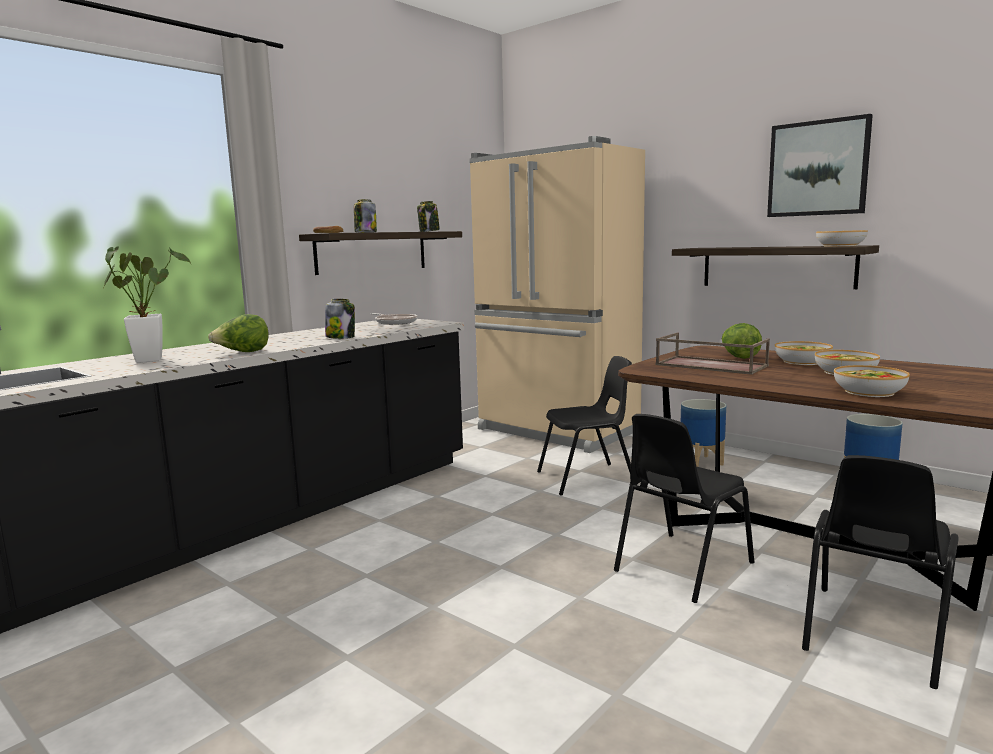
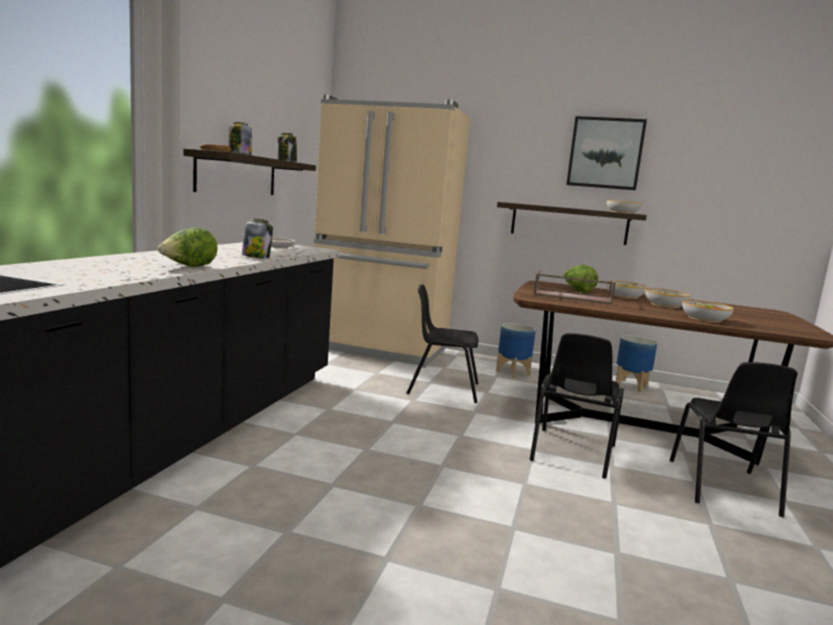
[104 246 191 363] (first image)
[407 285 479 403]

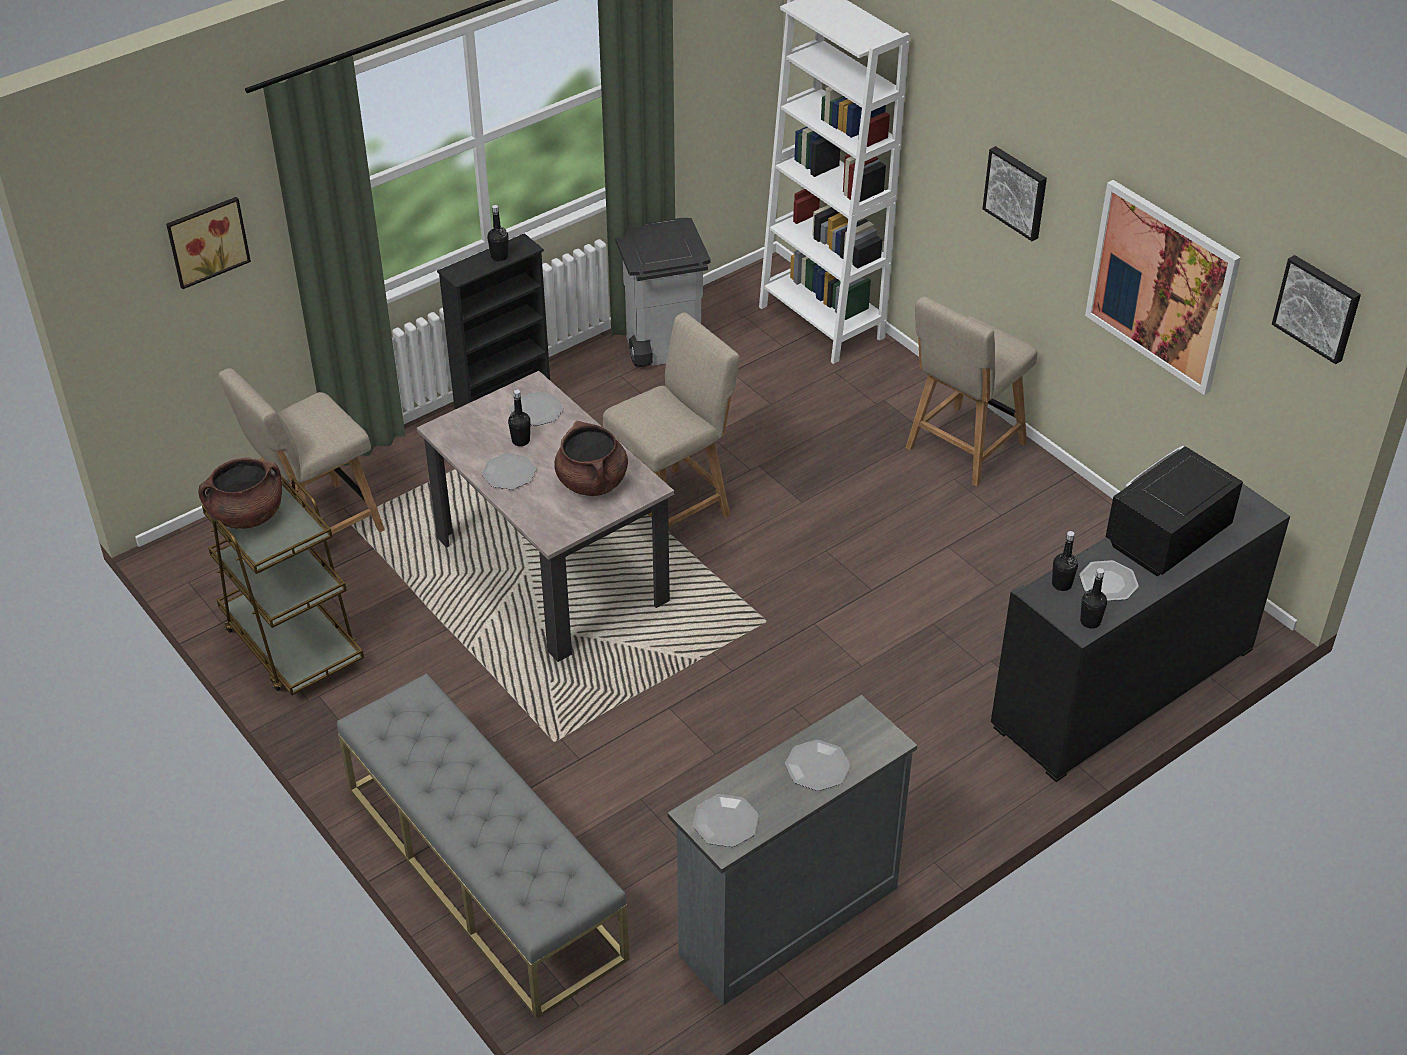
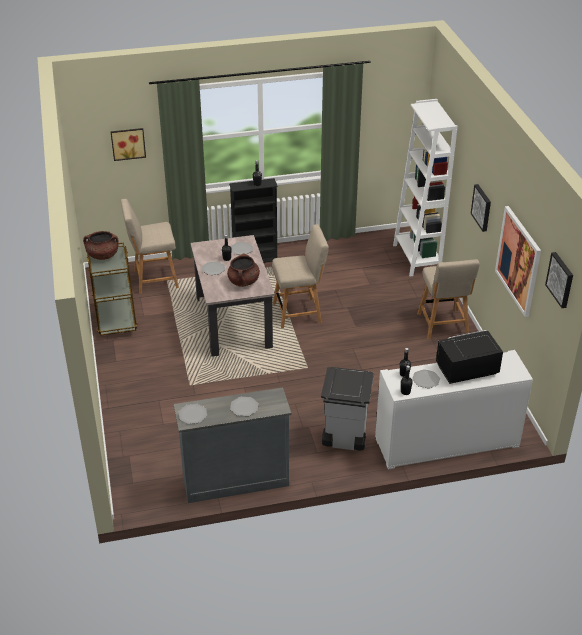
[337 673 629 1019] (first image)
[321 367 374 451]
[417 259 480 339]
[375 350 533 469]

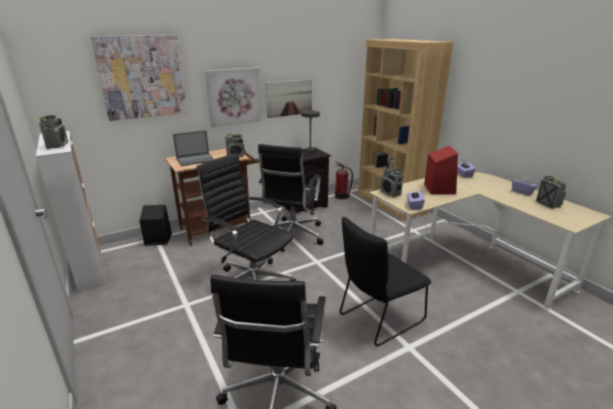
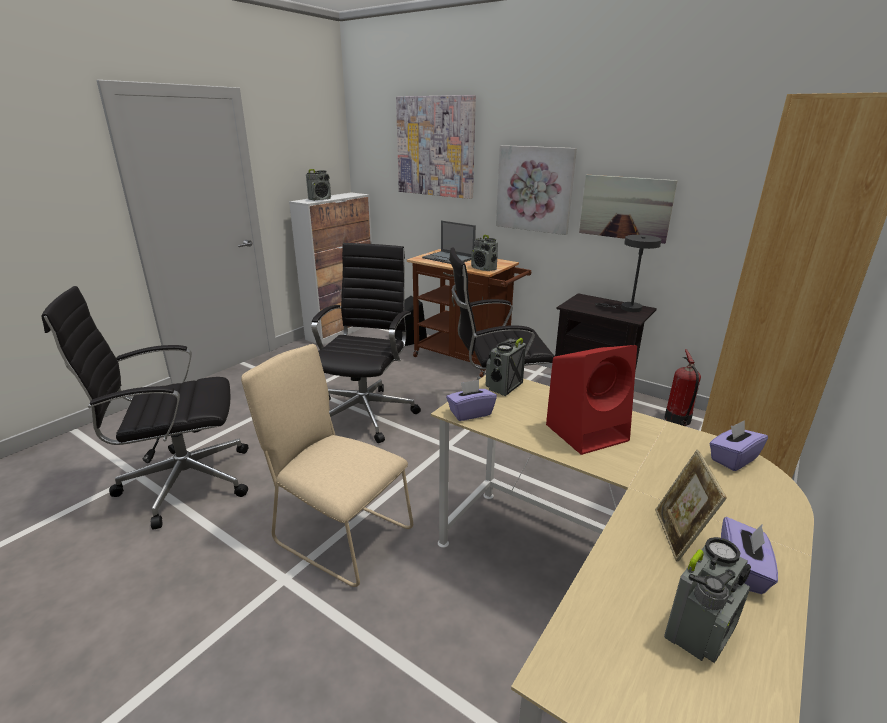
[241 344 413 587]
[655 450 727 561]

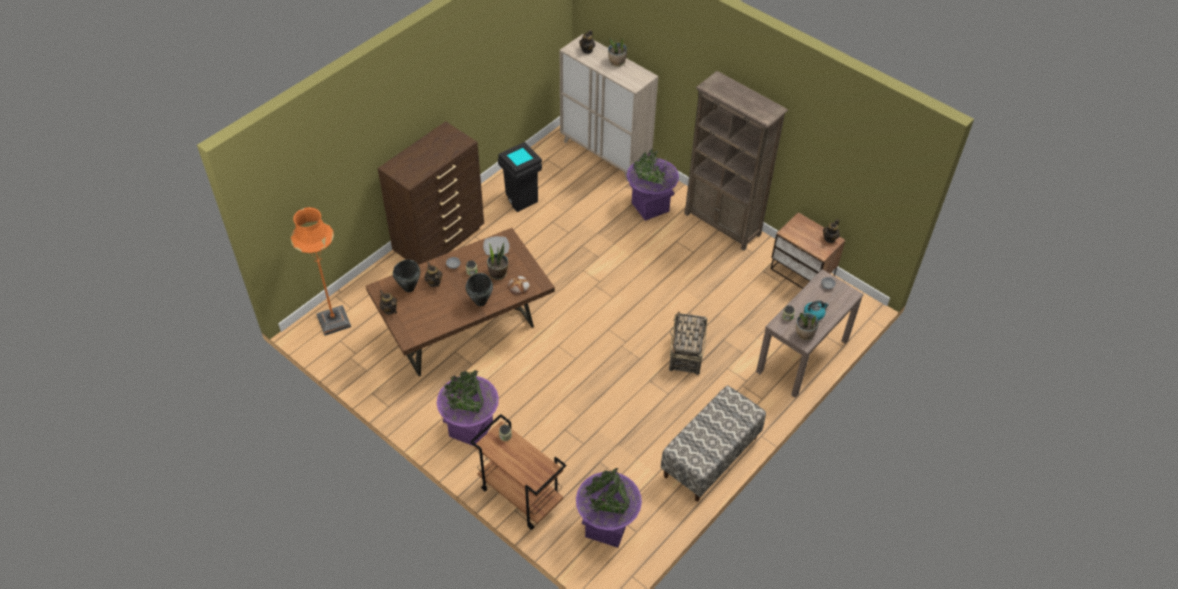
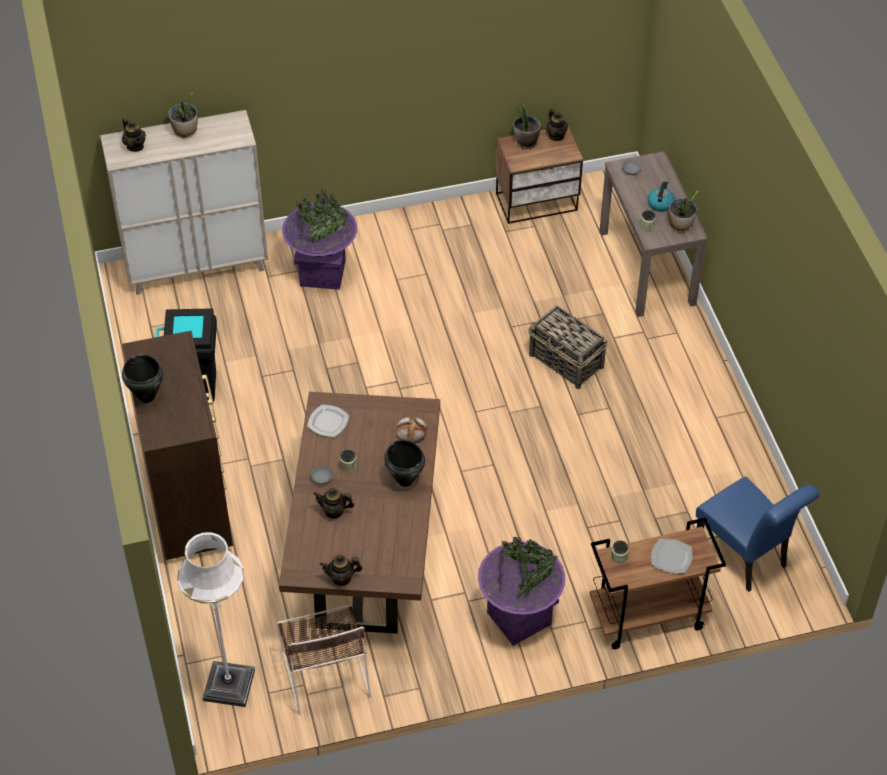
[177 532 255 707]
[122 354 163 403]
[514 99 541 149]
[696 476 819 592]
[661 385 766 501] (first image)
[684 71 788 251] (first image)
[277 605 371 714]
[651 539 692 573]

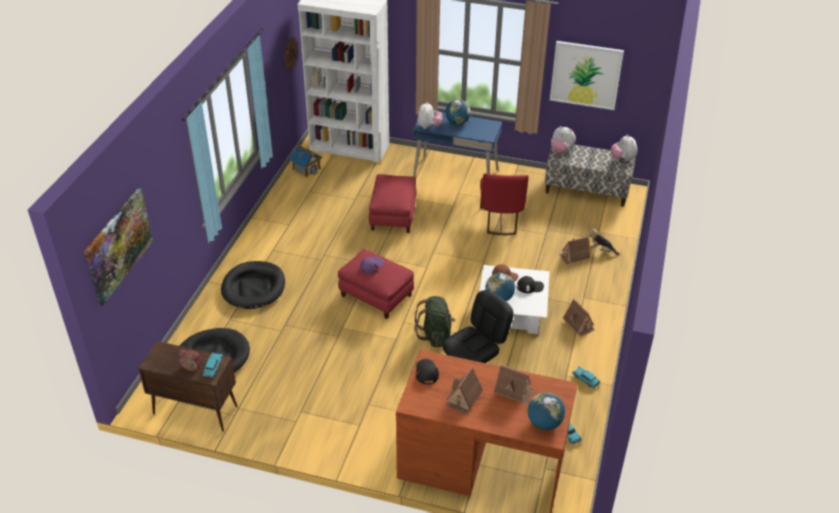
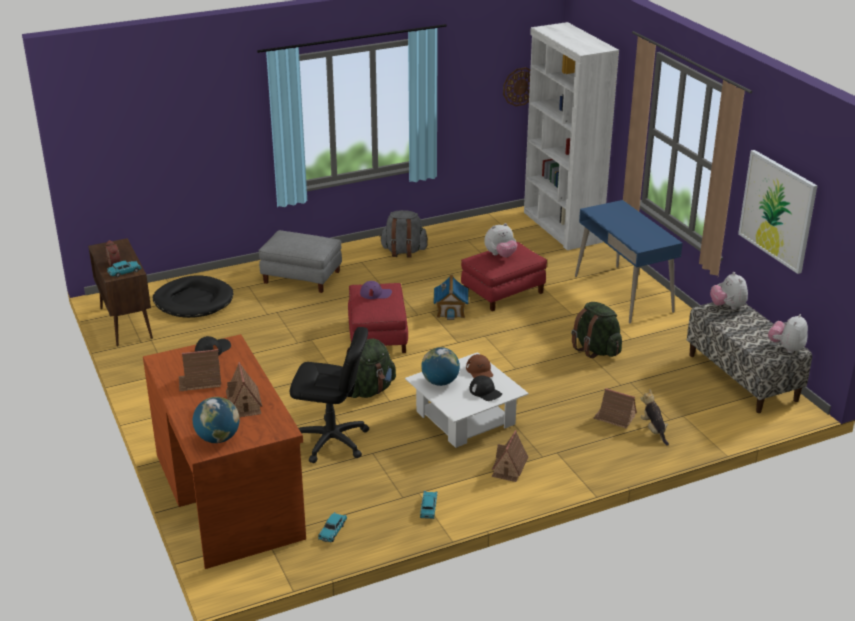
[84 188 153 306] (first image)
[258 230 342 293]
[433 275 469 320]
[484 223 517 257]
[445 99 471 125] (first image)
[571 302 622 358]
[380 210 428 258]

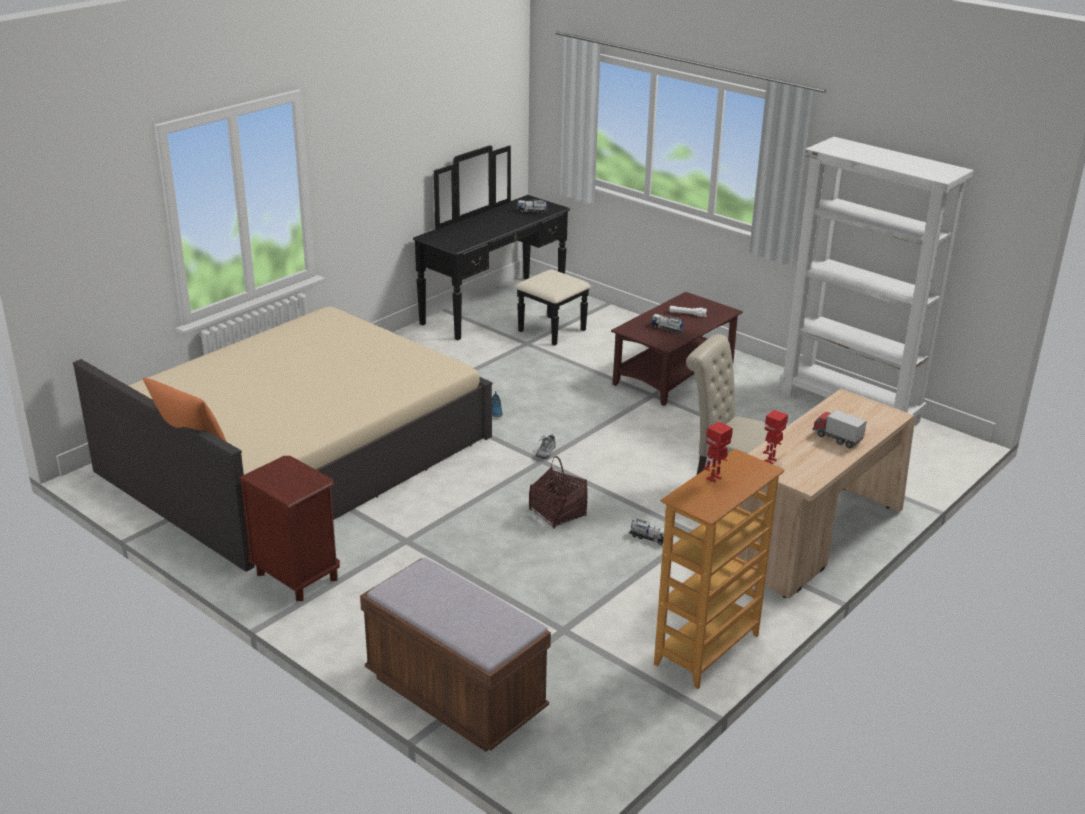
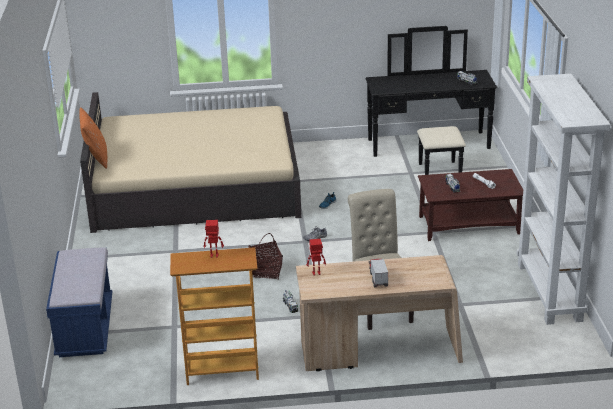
[239 456 340 601] (first image)
[46 248 113 357]

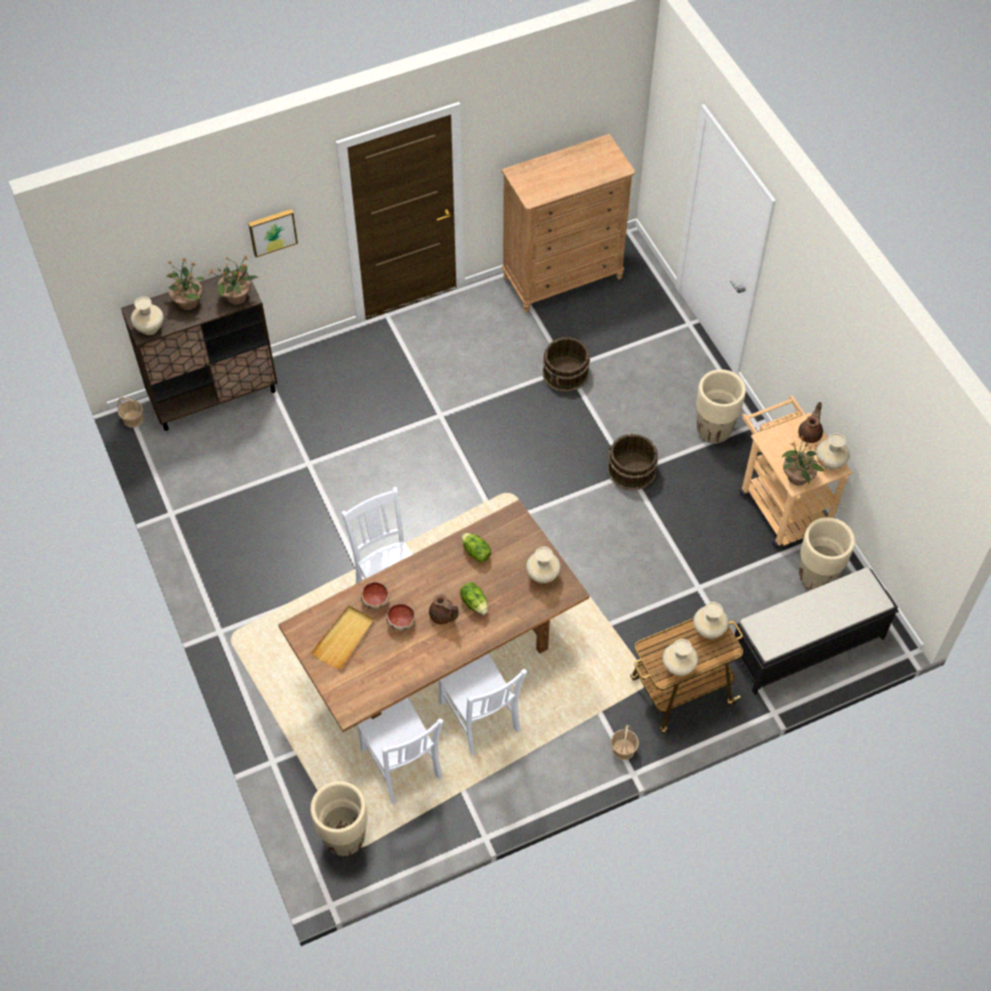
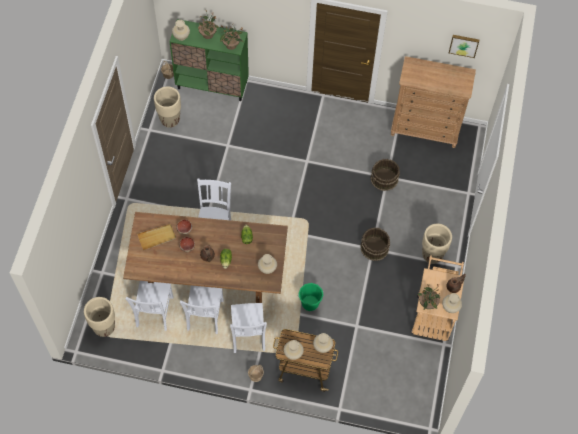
[169 19 249 101]
[449 35 479 58]
[731 567 899 695] (first image)
[154 86 181 128]
[230 303 267 353]
[298 283 323 311]

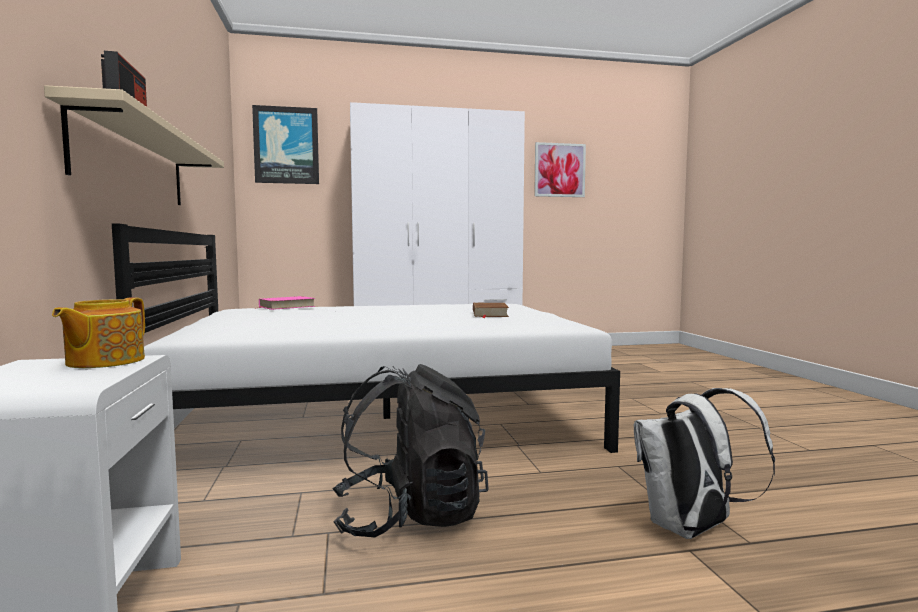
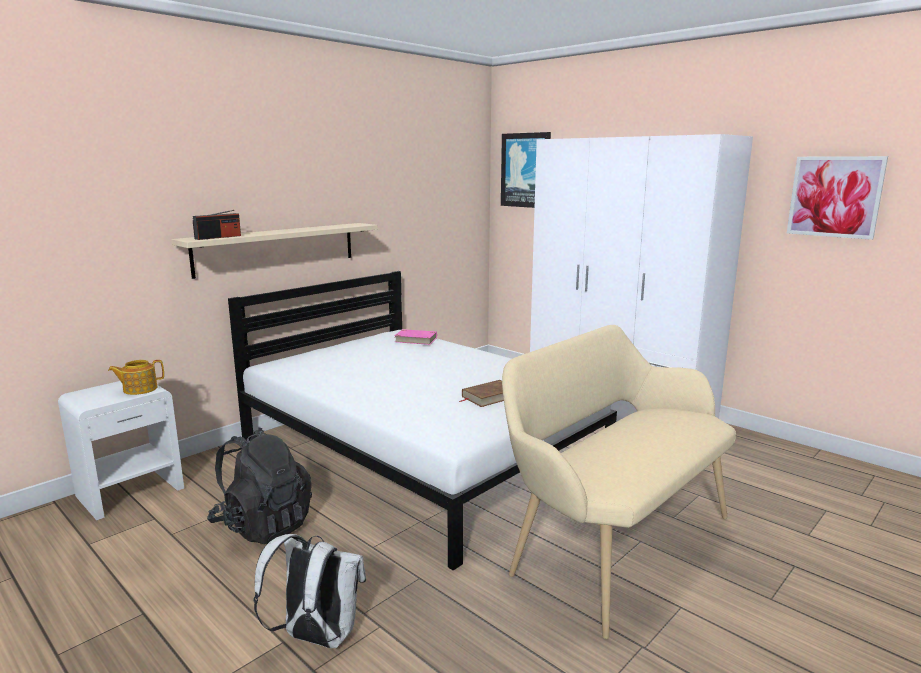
[502 325 736 639]

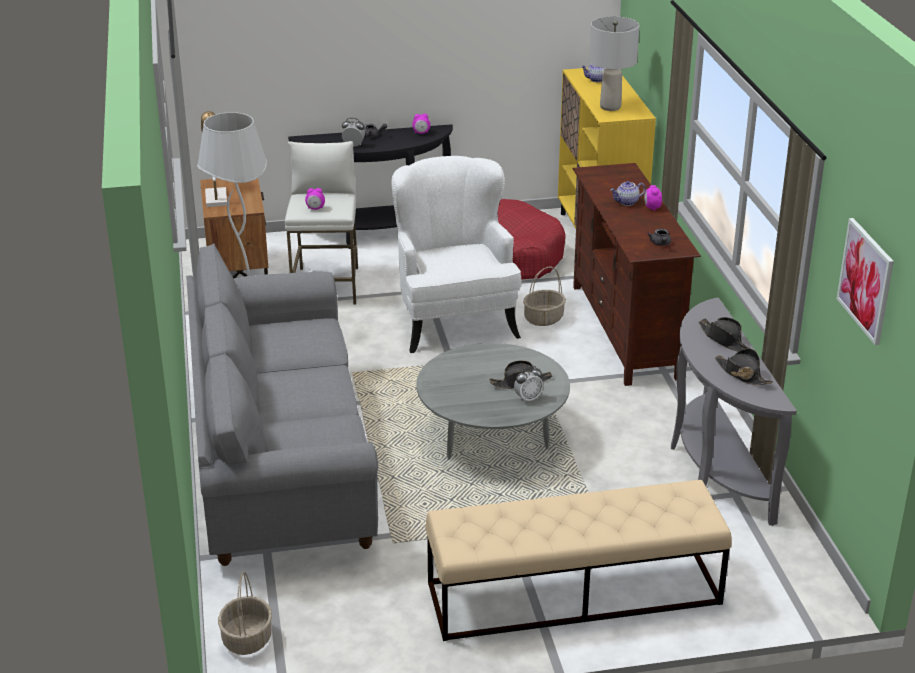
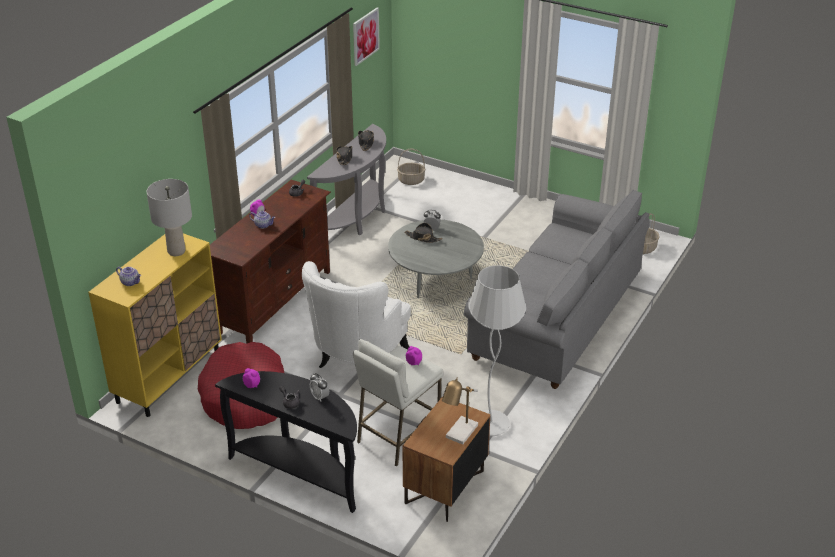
[425 480 732 641] (first image)
[397 149 426 185]

